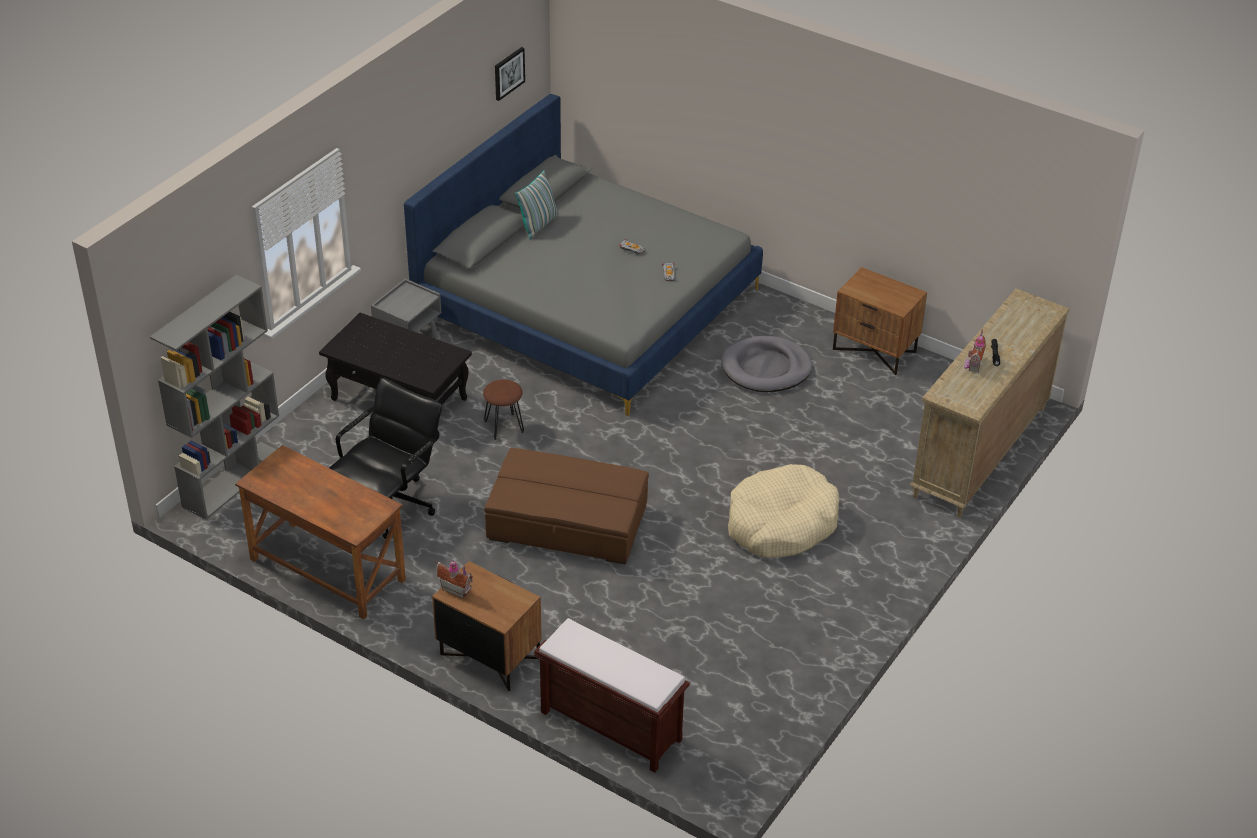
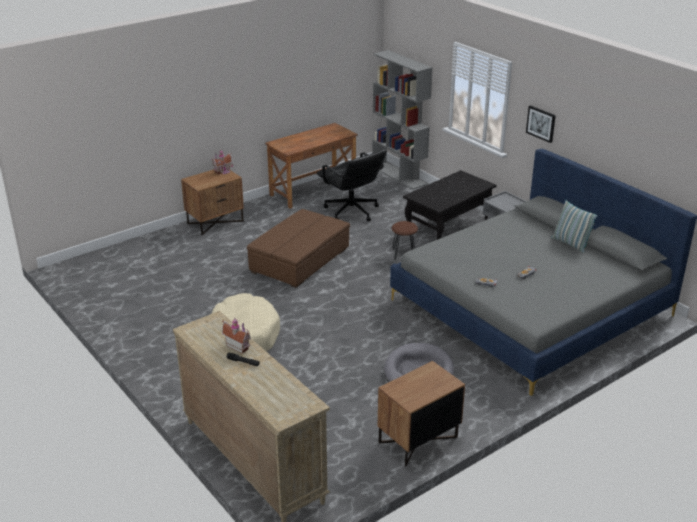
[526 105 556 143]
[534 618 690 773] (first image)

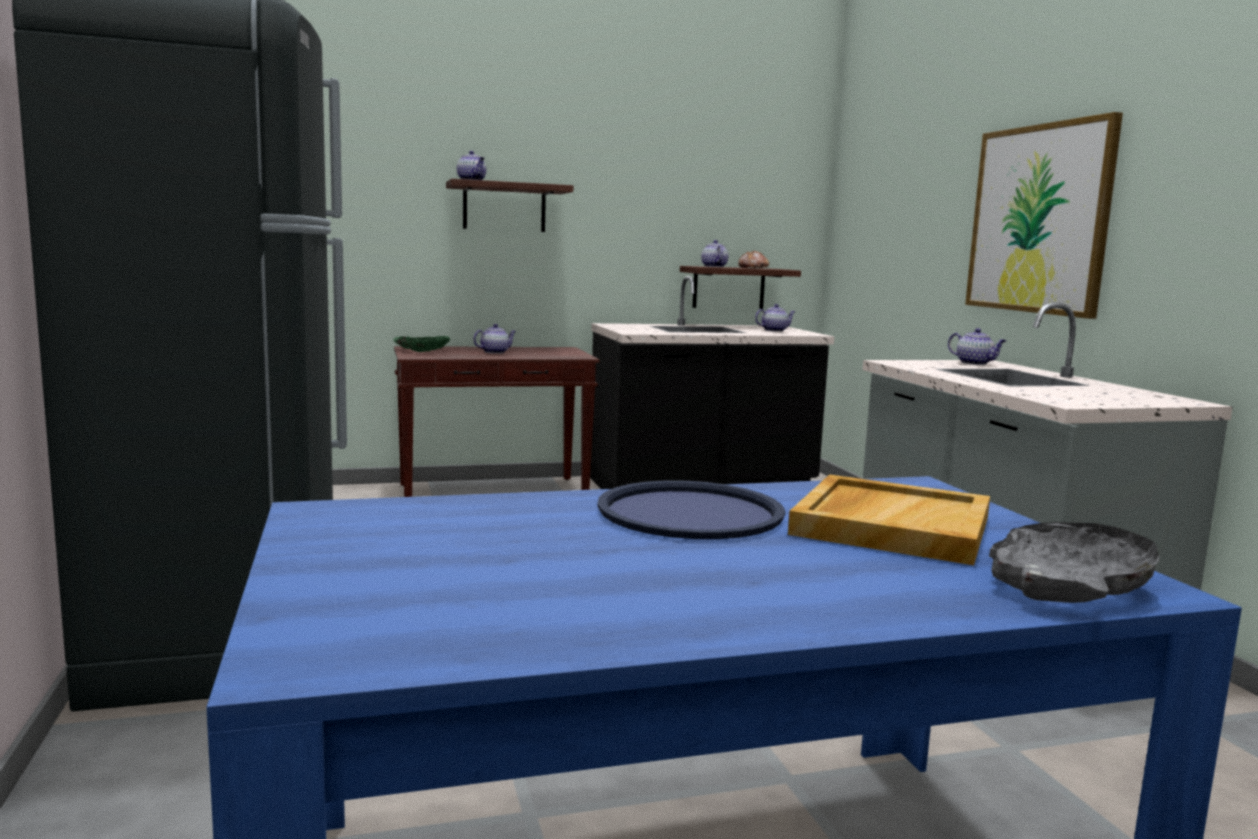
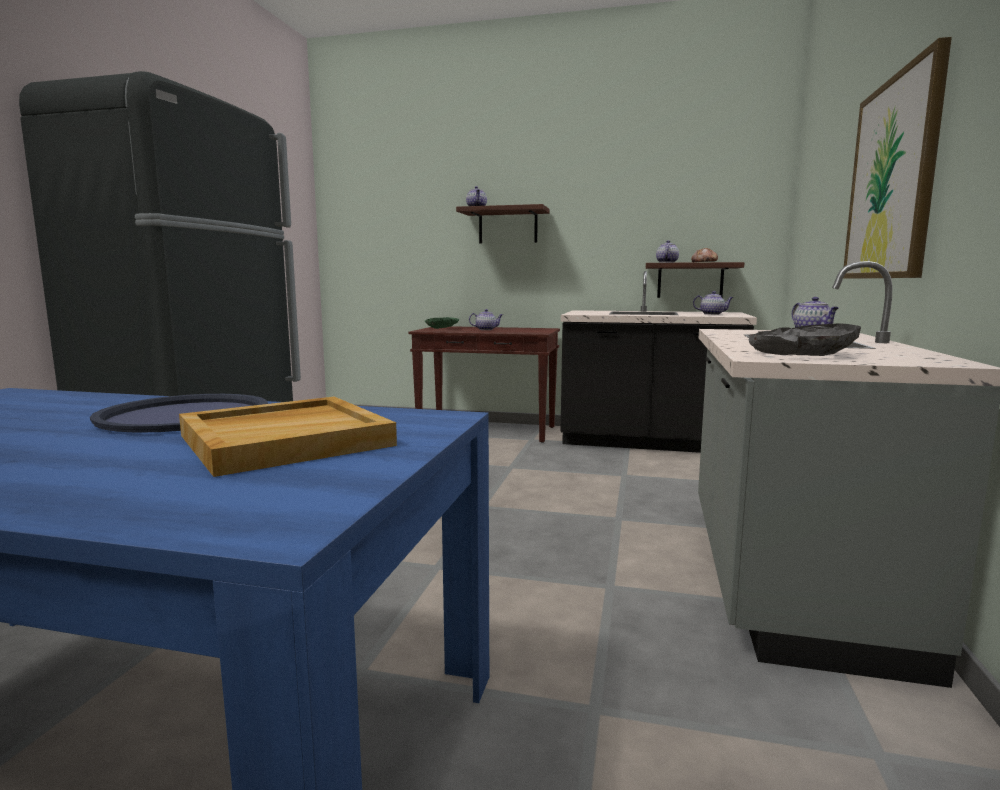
[749 323 861 356]

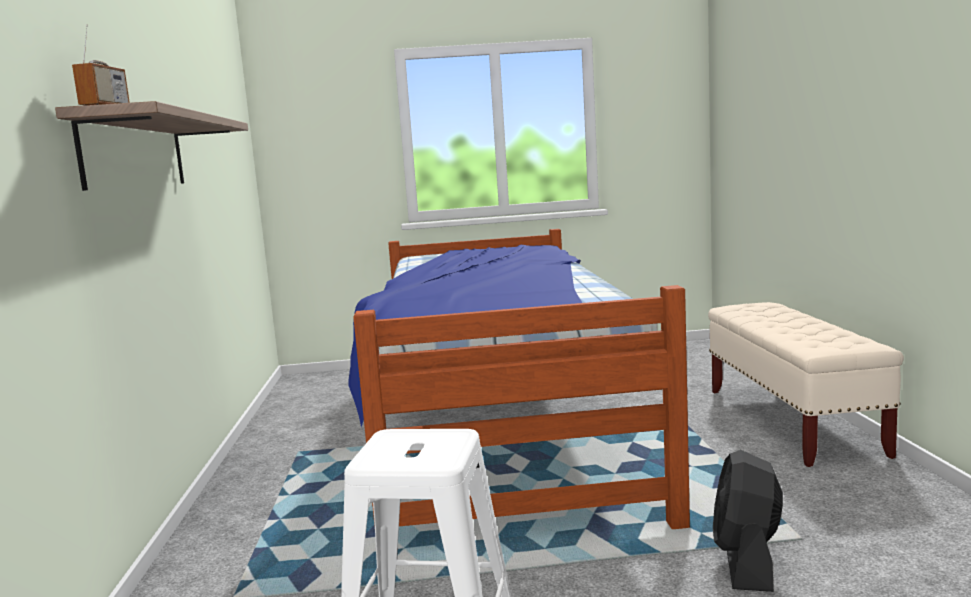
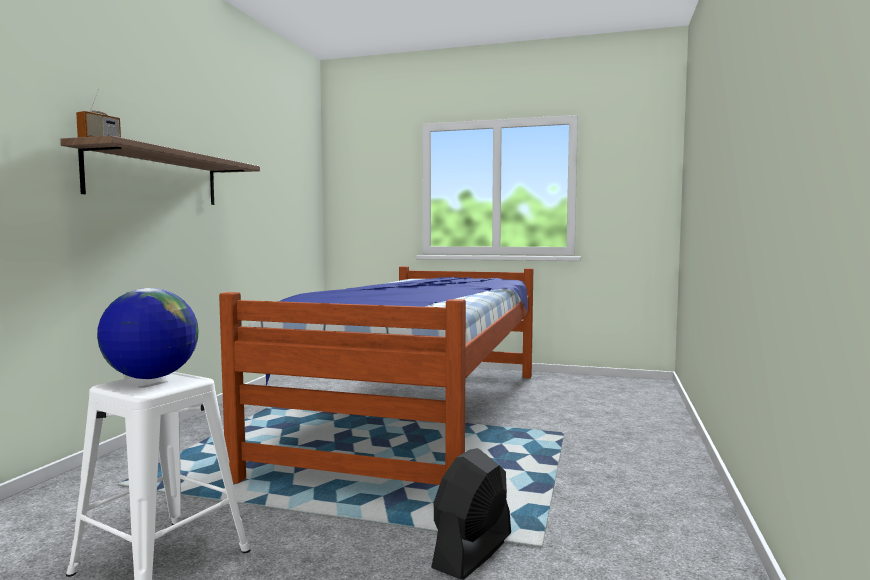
[708 302 904 467] (first image)
[97 288 199 379]

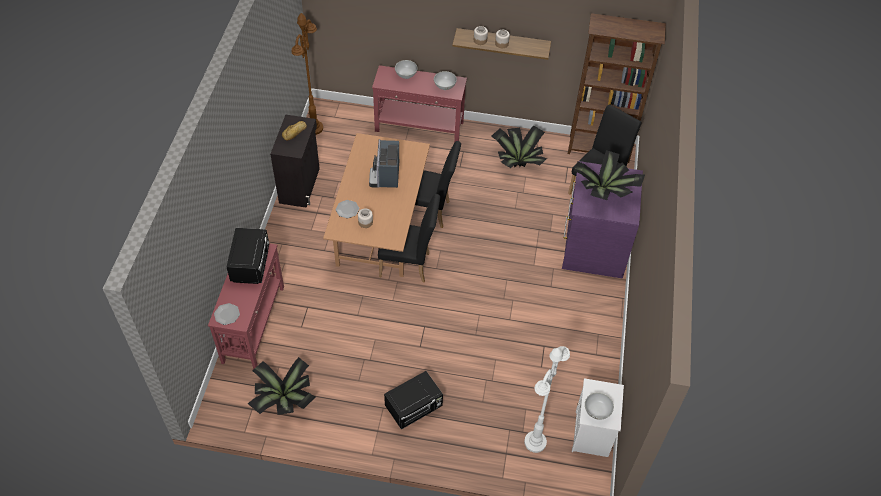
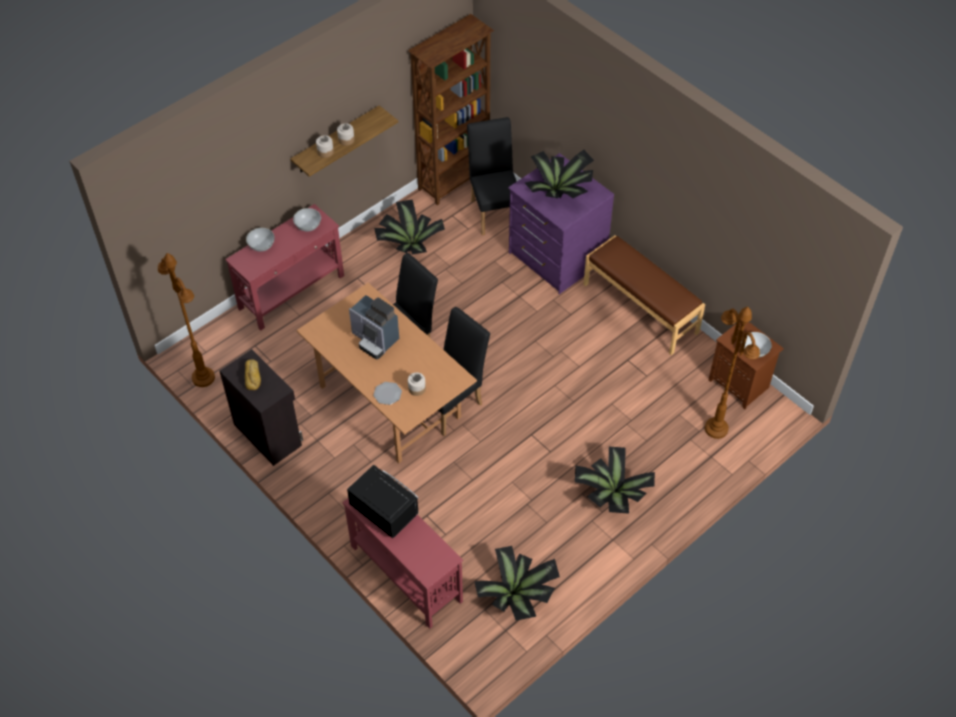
[214 303 240 325] (first image)
[575 447 655 514]
[705 306 760 439]
[709 322 784 409]
[583 235 705 355]

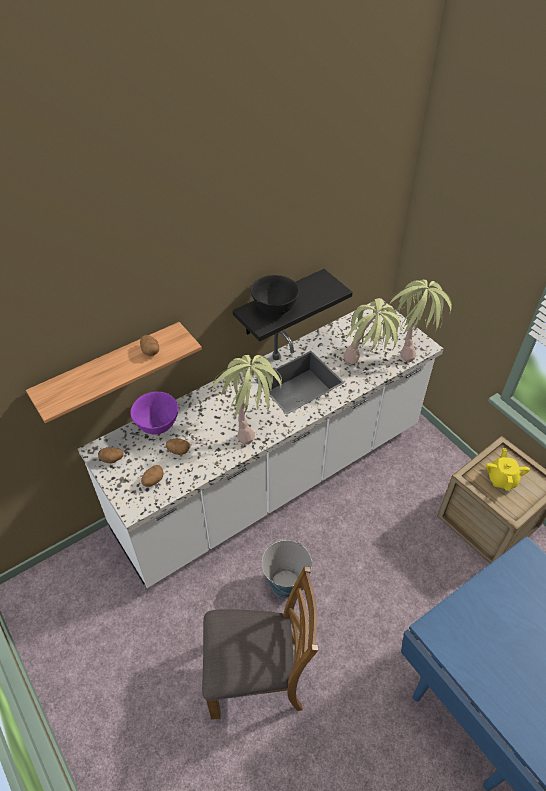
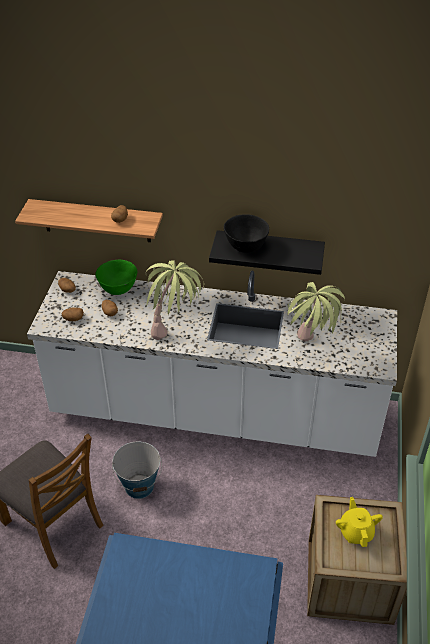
[95 260 137 295]
[389 280 452 362] (first image)
[336 497 383 547]

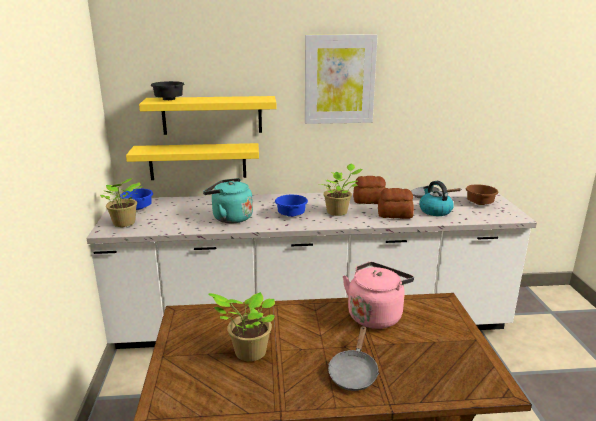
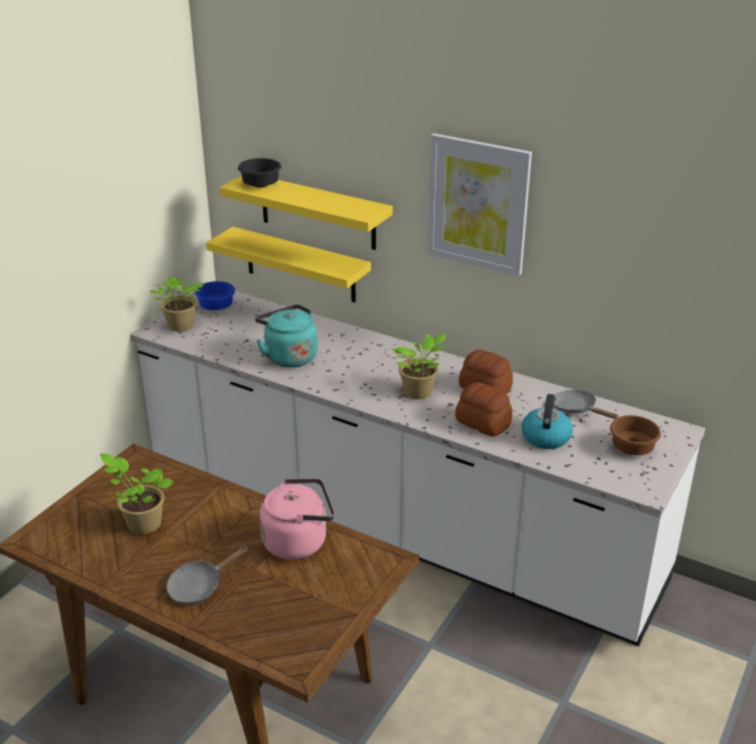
[275 195 308 217] (first image)

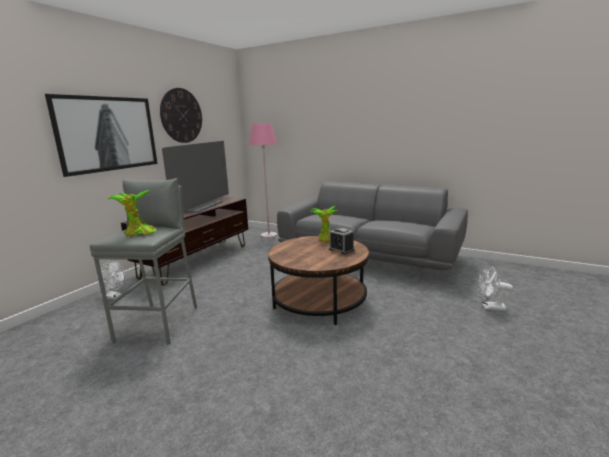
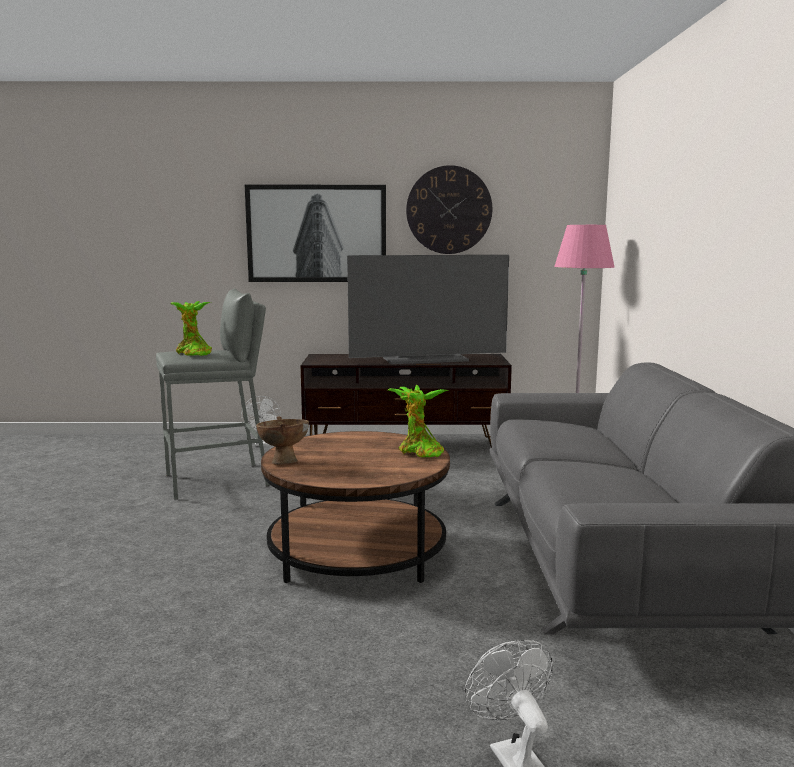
[329 228 355 254] (first image)
[256 416 309 464]

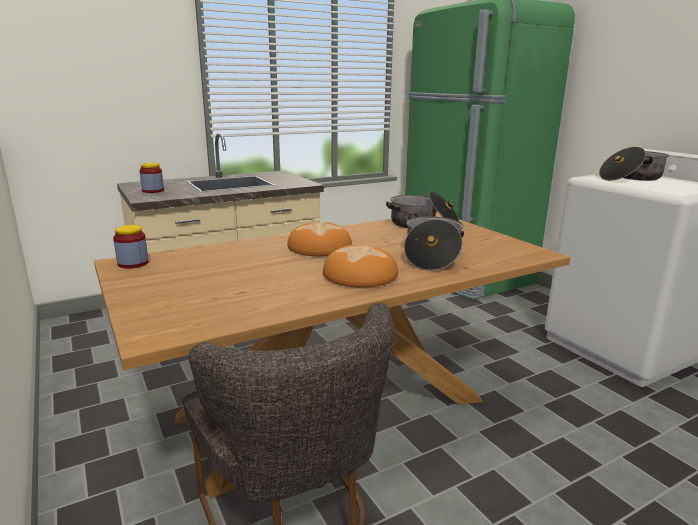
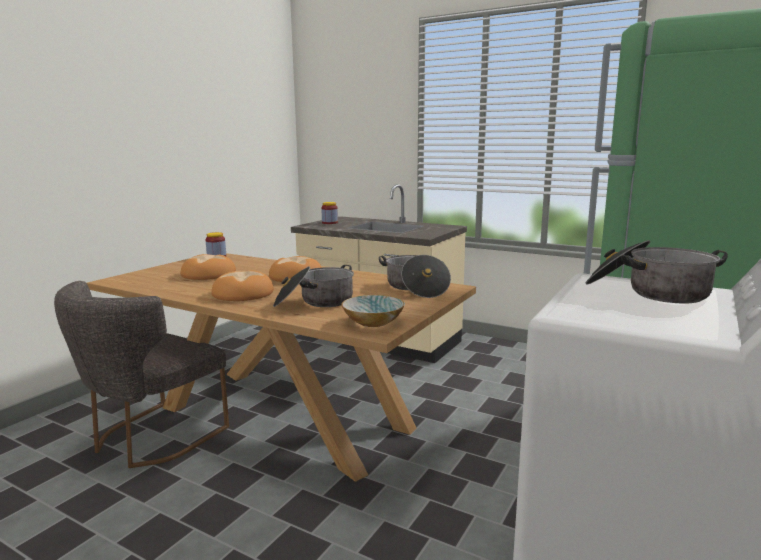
[181 254 236 280]
[341 295 405 327]

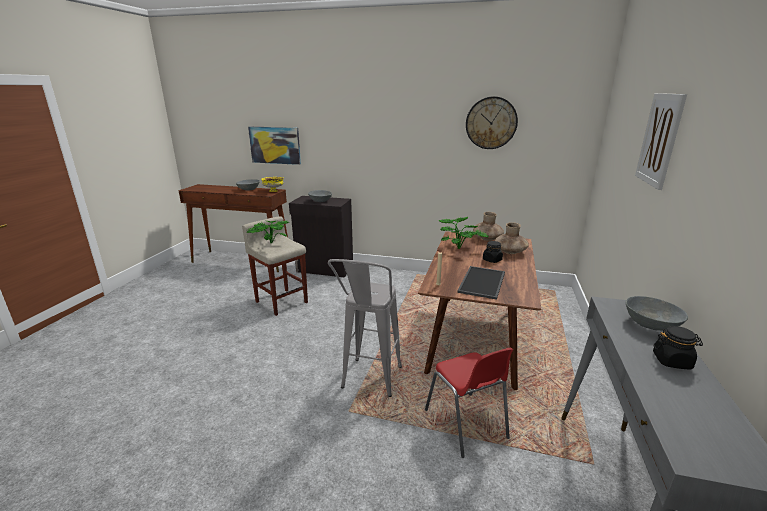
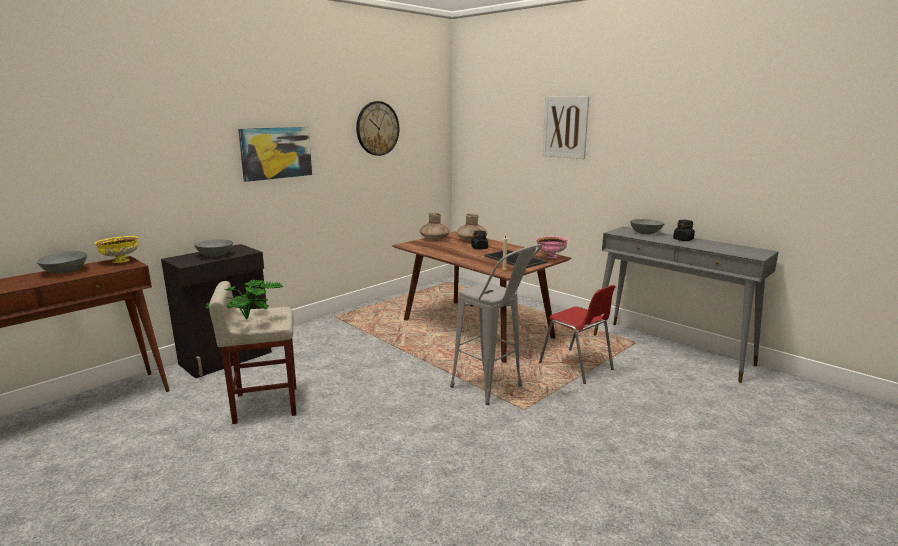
[238 127 312 182]
[539 285 616 384]
[438 217 488 249] (first image)
[536 236 568 258]

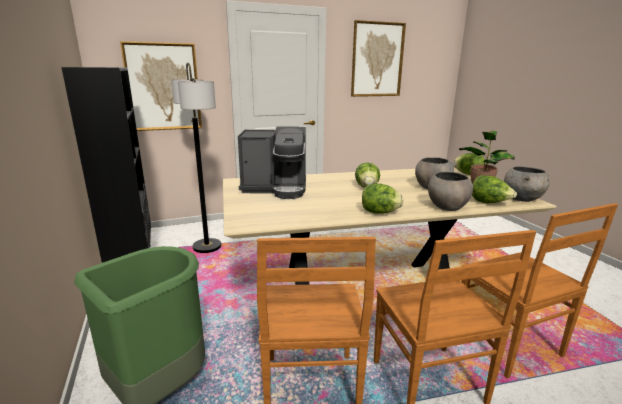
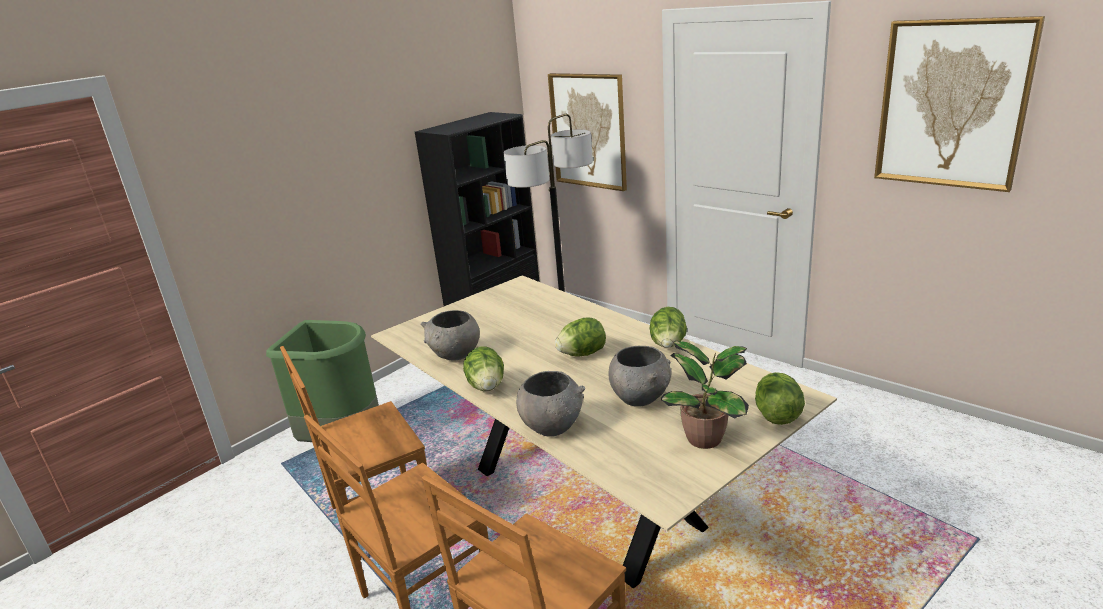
[238 126 306 199] (first image)
[650 307 687 348]
[420 310 480 361]

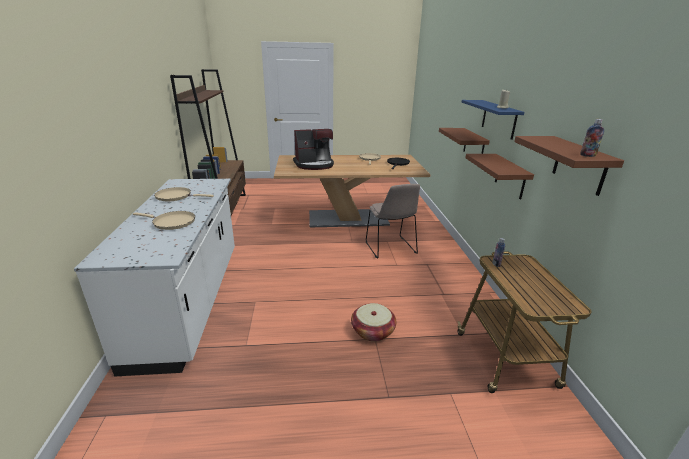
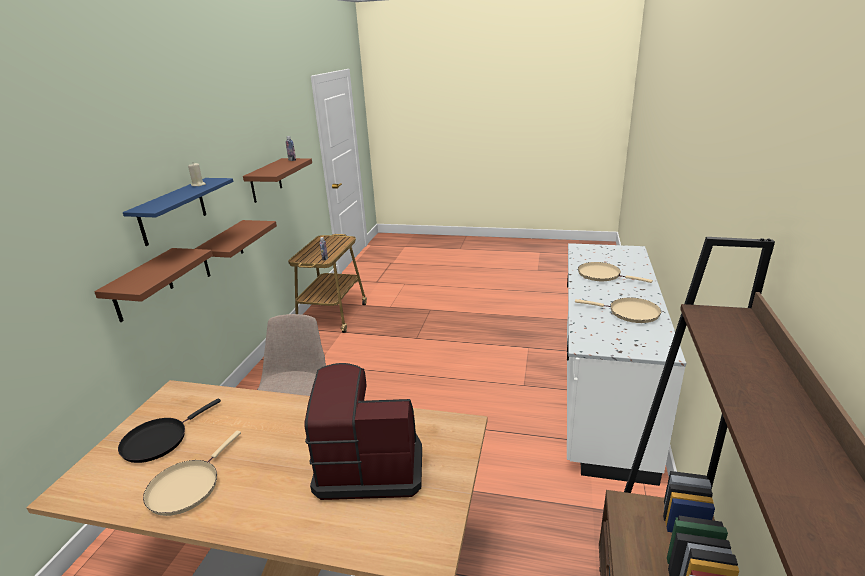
[351 303 396 342] (first image)

